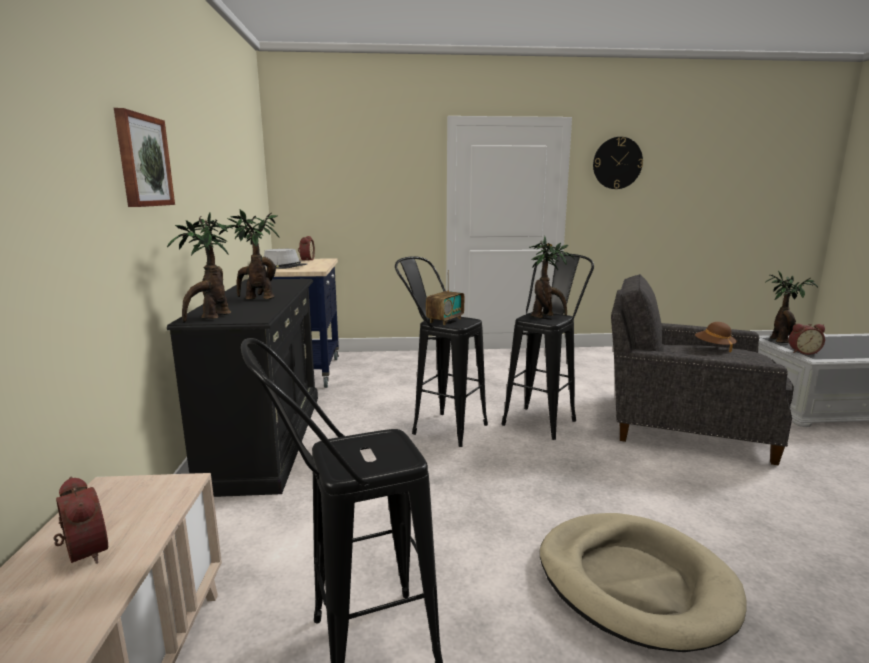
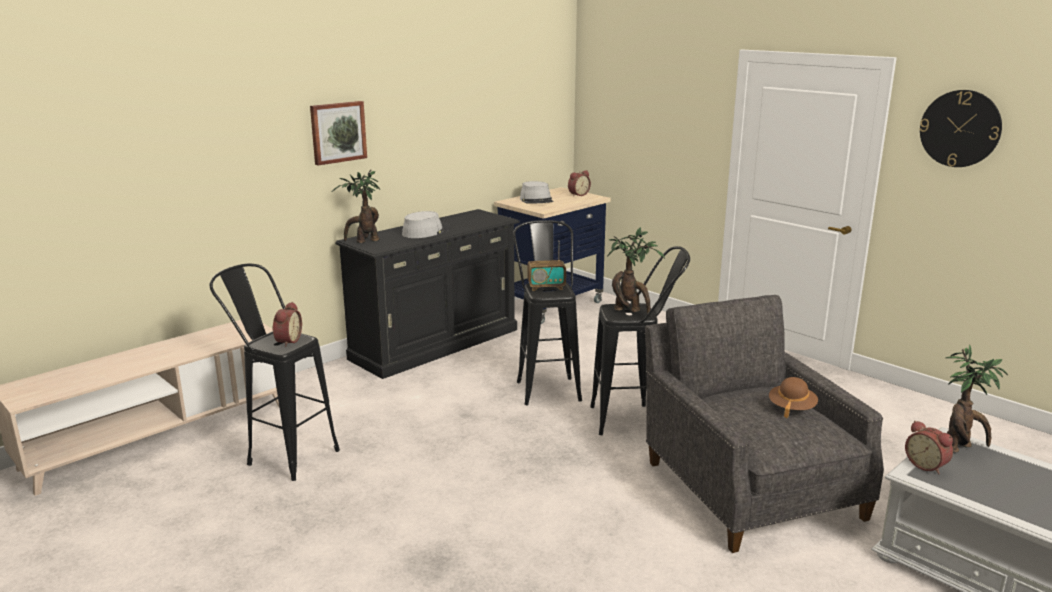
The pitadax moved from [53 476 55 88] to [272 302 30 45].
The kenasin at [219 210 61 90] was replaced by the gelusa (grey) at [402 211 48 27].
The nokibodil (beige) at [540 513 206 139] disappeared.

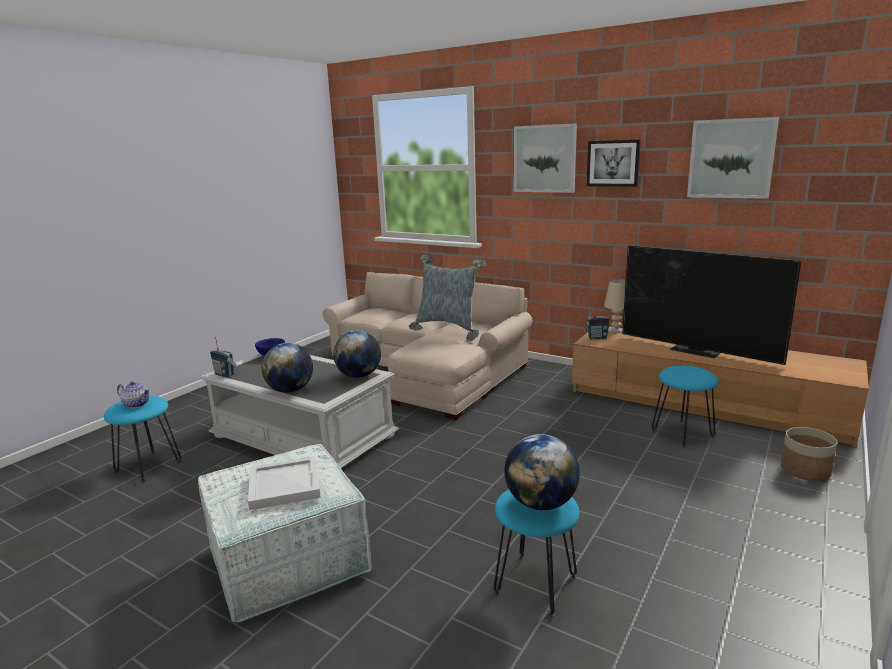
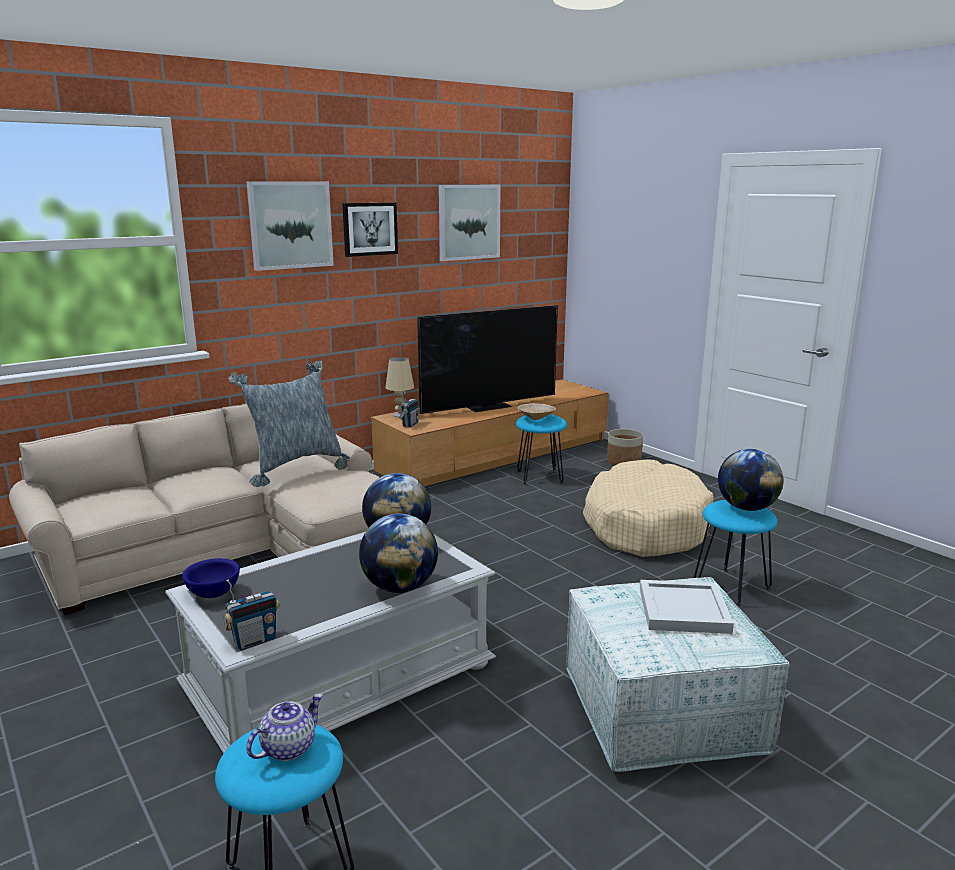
The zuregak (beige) at [517 403 39 17] appeared.
The nokibodil (beige) at [583 459 131 98] appeared.

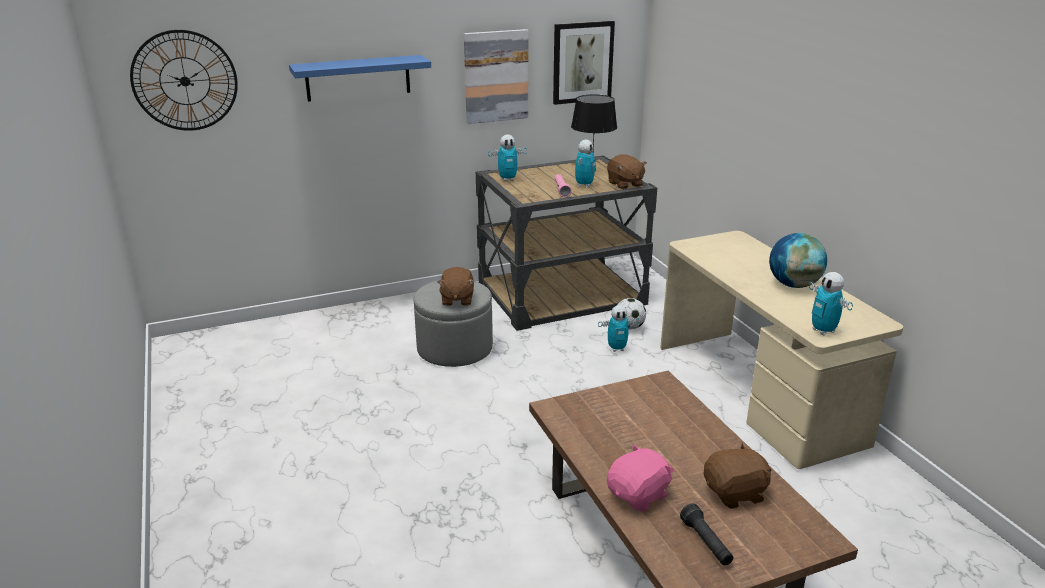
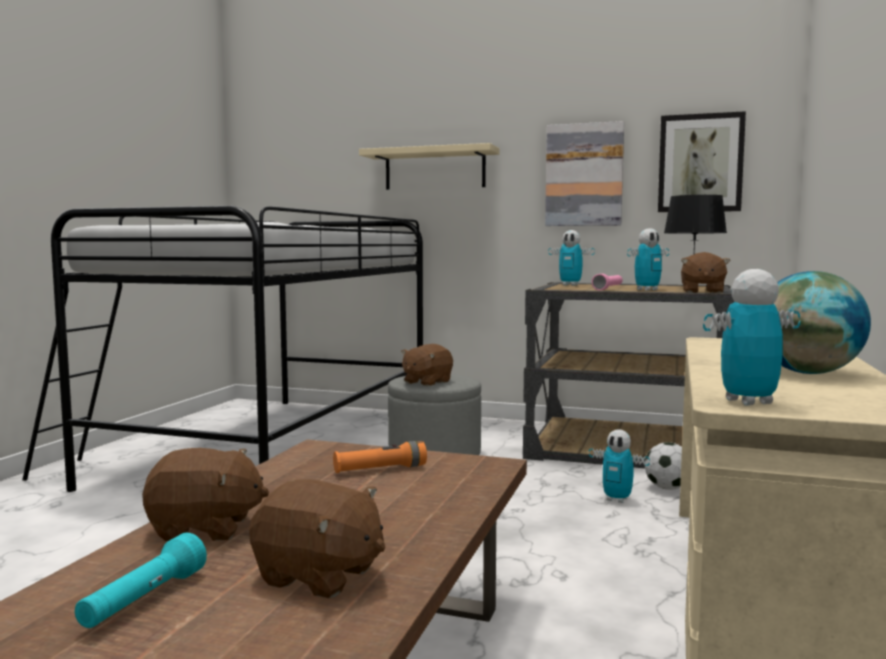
The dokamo at [130 30 108 101] disappeared.
The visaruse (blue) at [289 55 142 47] became the visaruse (beige) at [359 143 141 47].
The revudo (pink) at [607 444 67 68] became the revudo (brown) at [142 448 127 94].
The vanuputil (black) at [680 504 53 61] became the vanuputil (turquoise) at [75 533 132 95].
The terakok at [809 272 44 63] turned 60 degrees clockwise.
The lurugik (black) at [22 206 401 286] appeared.
The vanuputil (orange) at [333 441 94 32] appeared.

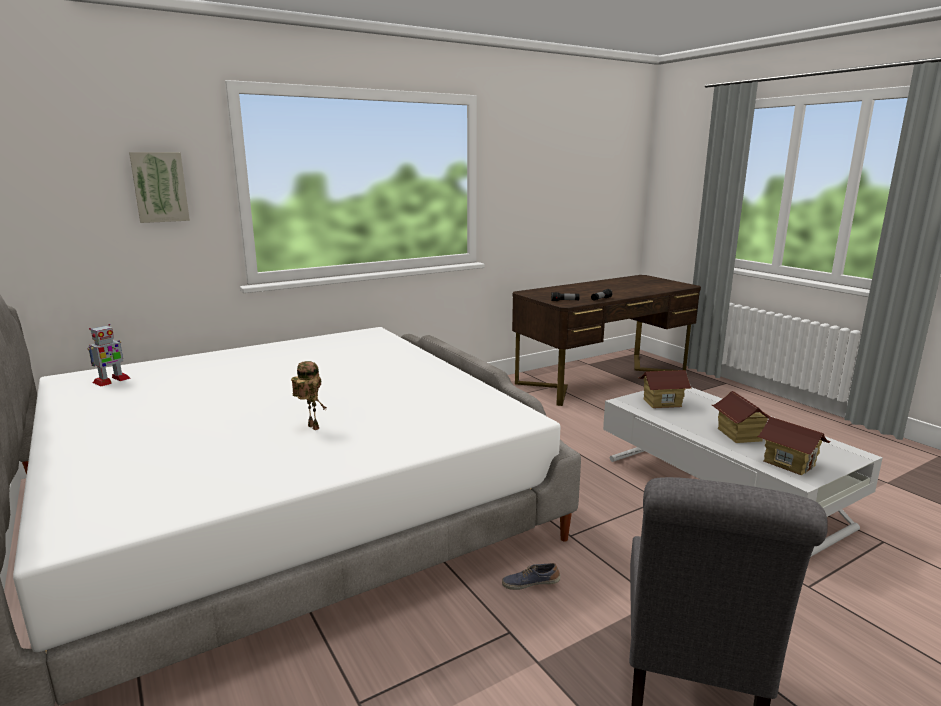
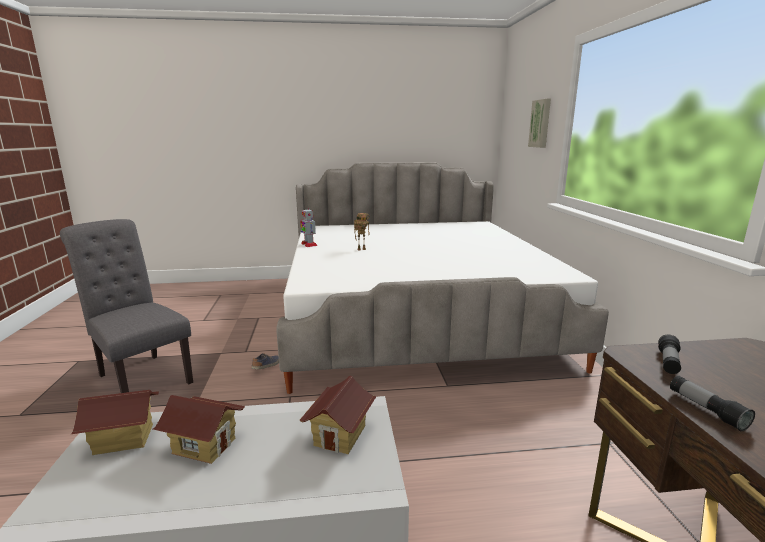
The terakok moved from [88 324 43 63] to [300 210 18 37].

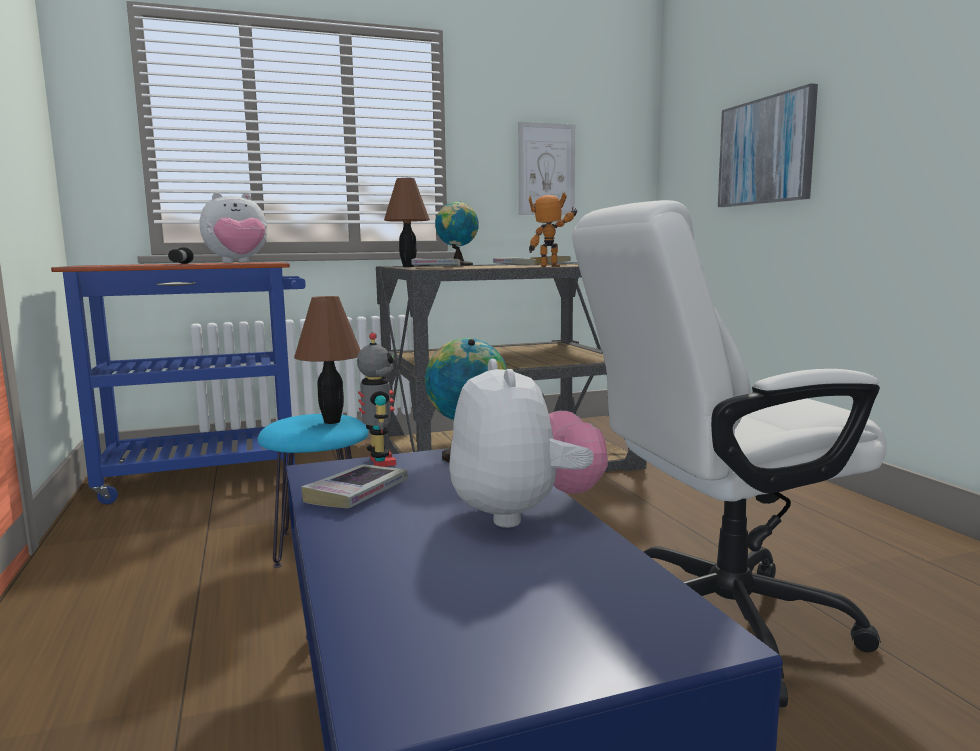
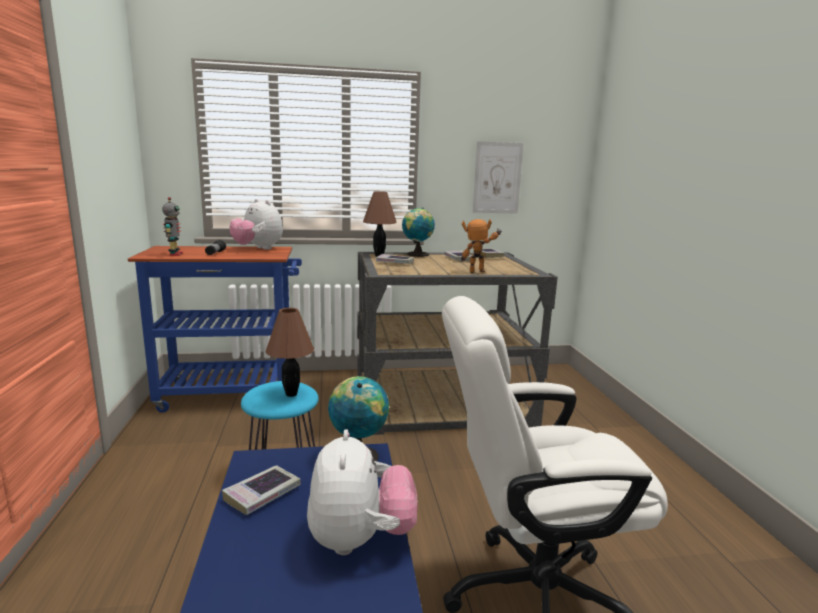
The revudo at [200 192 67 71] turned 60 degrees clockwise.
The terakok moved from [357 333 39 134] to [162 197 21 59].
The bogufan at [718 83 100 124] disappeared.

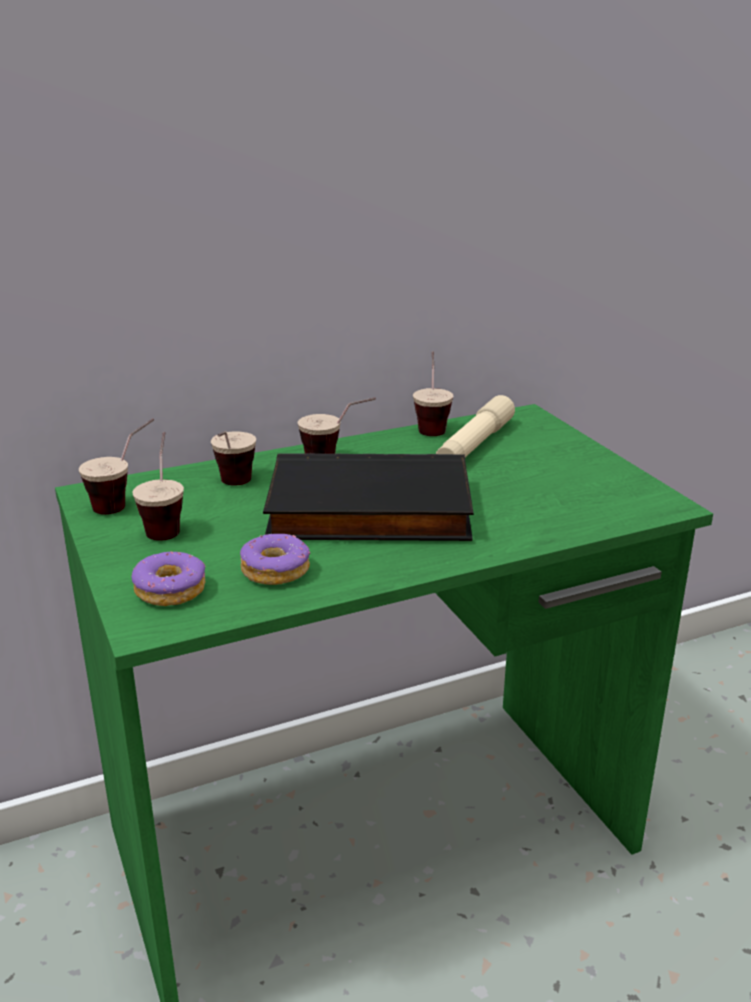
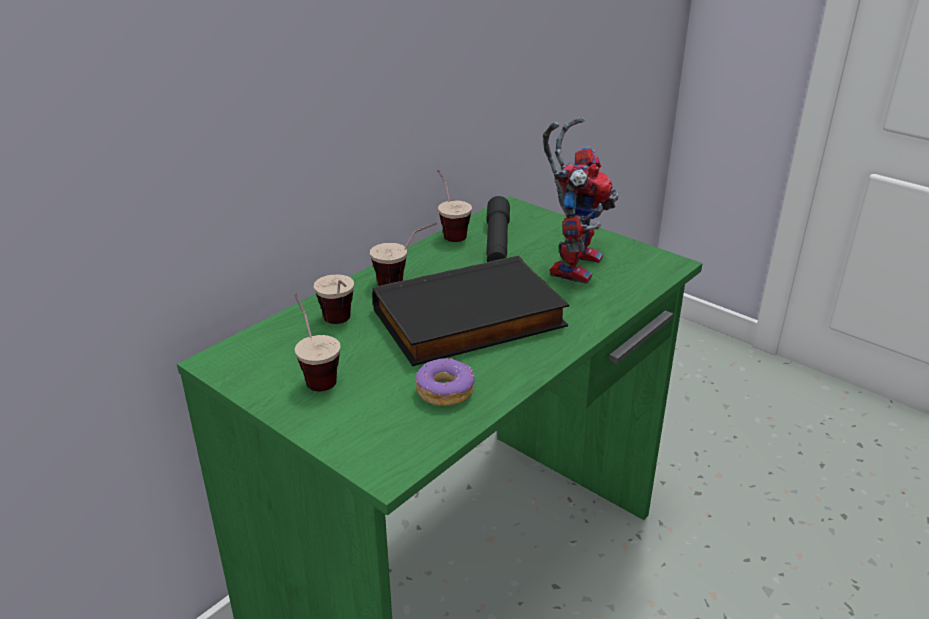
The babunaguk at [79 418 75 97] disappeared.
The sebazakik at [131 552 75 54] disappeared.
The vanuputil (beige) at [436 395 79 62] became the vanuputil (black) at [486 196 24 66].
The terakok at [543 117 75 167] appeared.

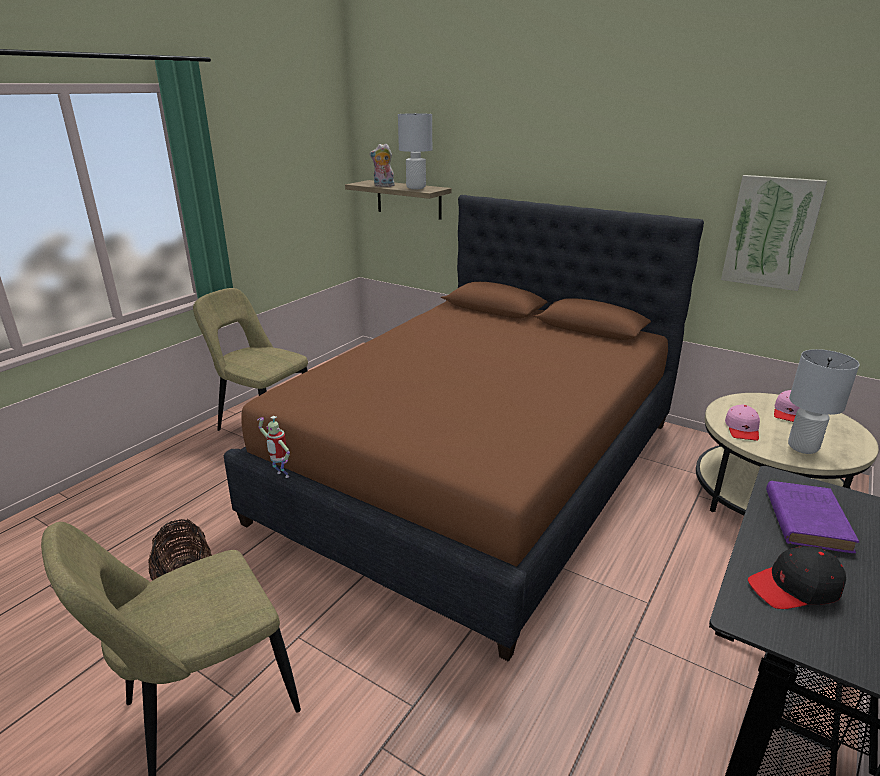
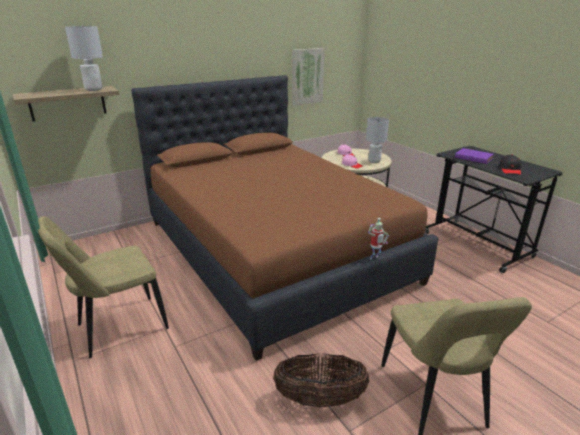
The terakok moved from [257 416 33 62] to [368 218 21 41].
The revudo at [369 144 26 43] disappeared.

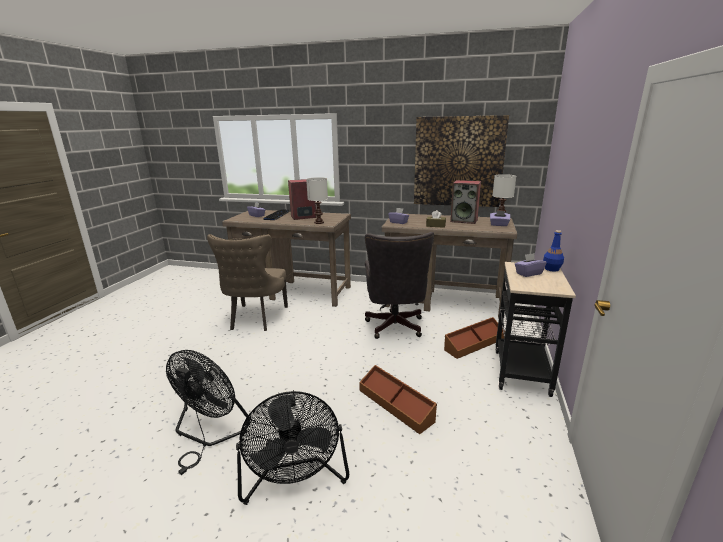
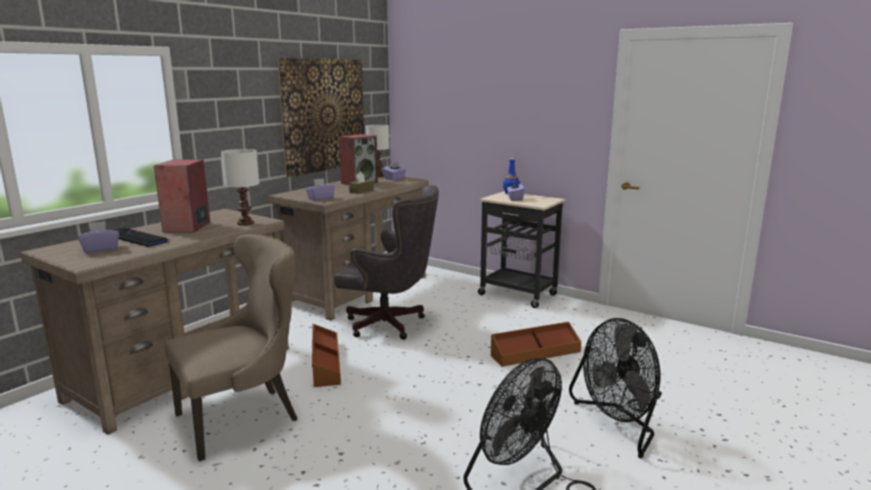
The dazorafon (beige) at [207 234 81 97] turned 60 degrees counterclockwise.
The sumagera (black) at [236 390 113 115] turned 150 degrees clockwise.
The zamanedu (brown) moved from [444 317 61 42] to [312 324 29 63].

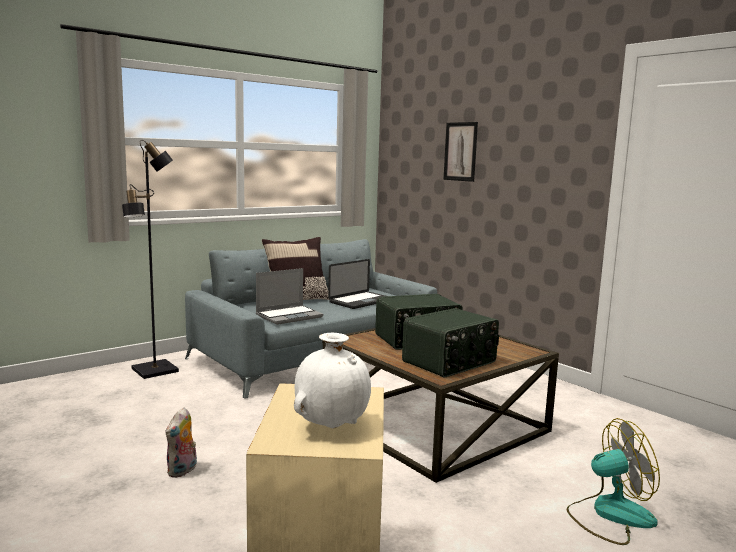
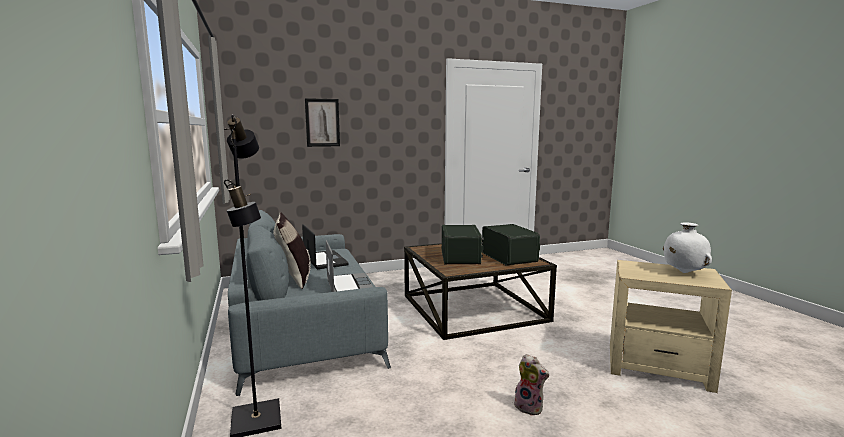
The sumagera at [566 418 94 127] disappeared.

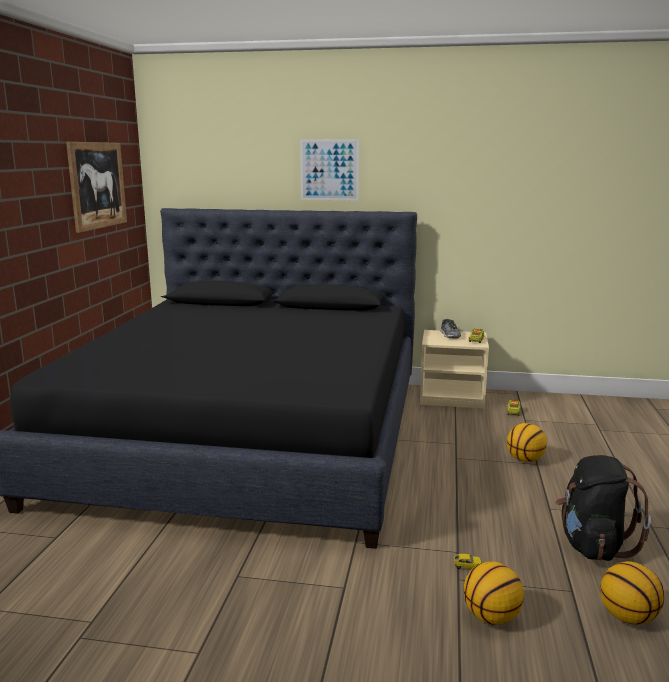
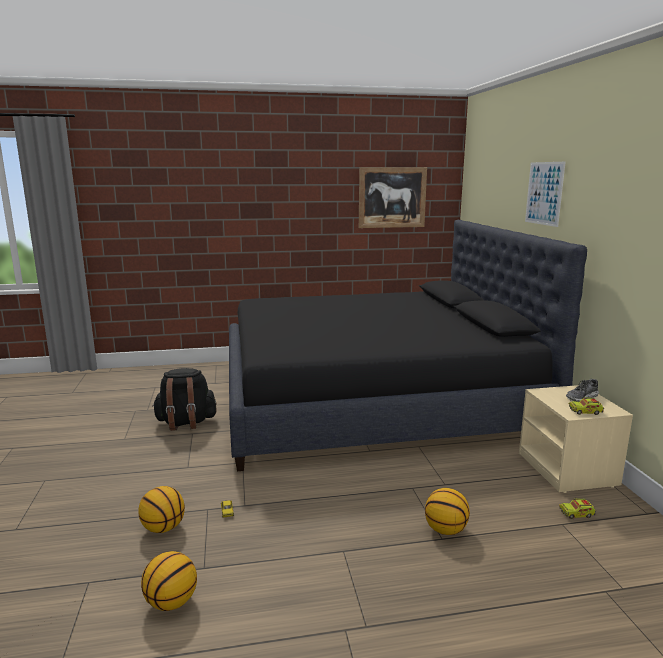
The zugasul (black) moved from [556 455 95 106] to [152 368 65 63].

